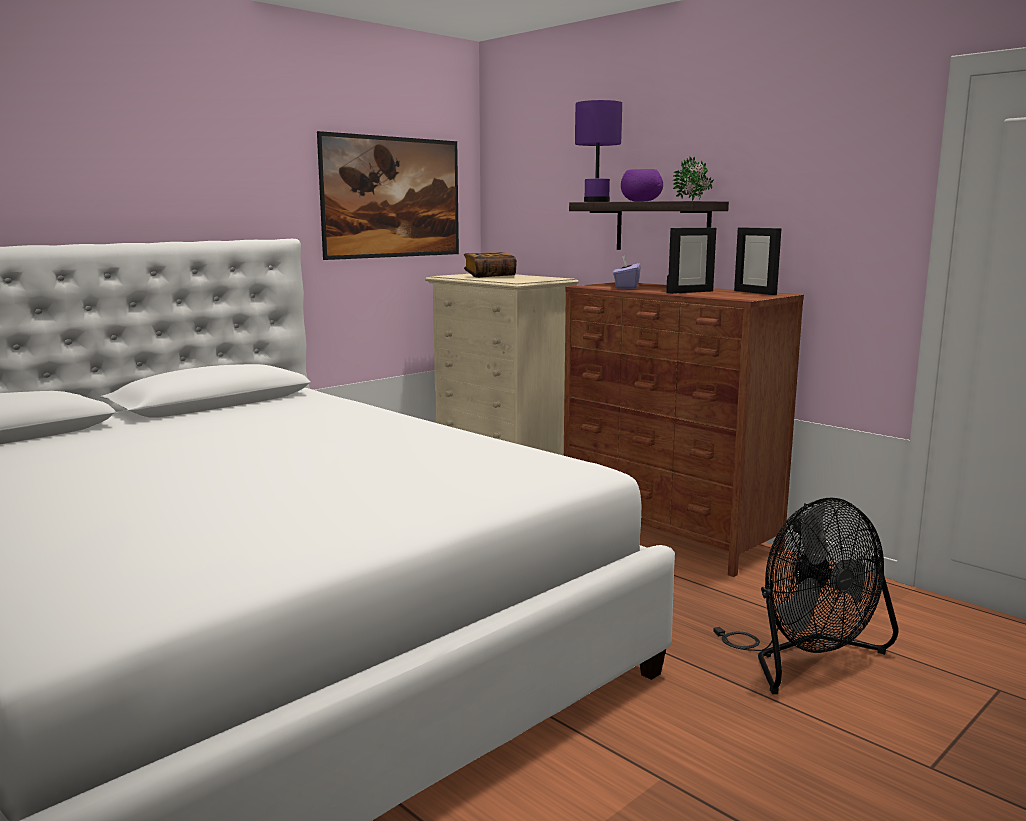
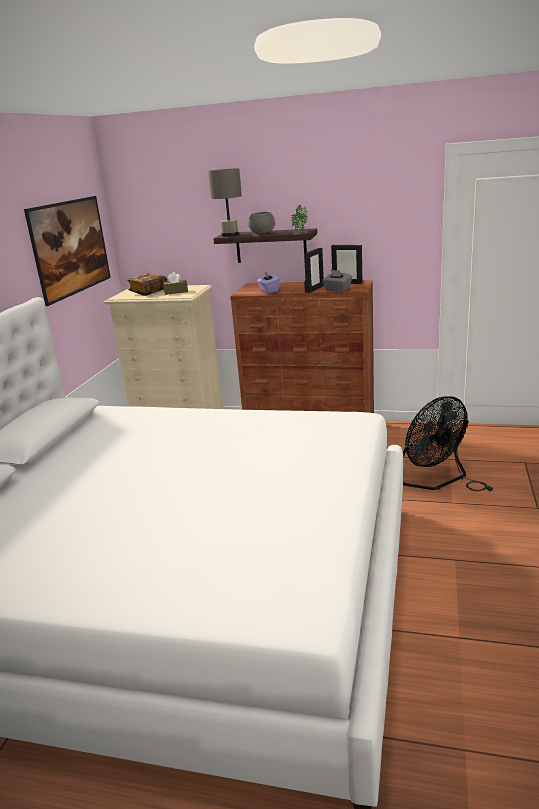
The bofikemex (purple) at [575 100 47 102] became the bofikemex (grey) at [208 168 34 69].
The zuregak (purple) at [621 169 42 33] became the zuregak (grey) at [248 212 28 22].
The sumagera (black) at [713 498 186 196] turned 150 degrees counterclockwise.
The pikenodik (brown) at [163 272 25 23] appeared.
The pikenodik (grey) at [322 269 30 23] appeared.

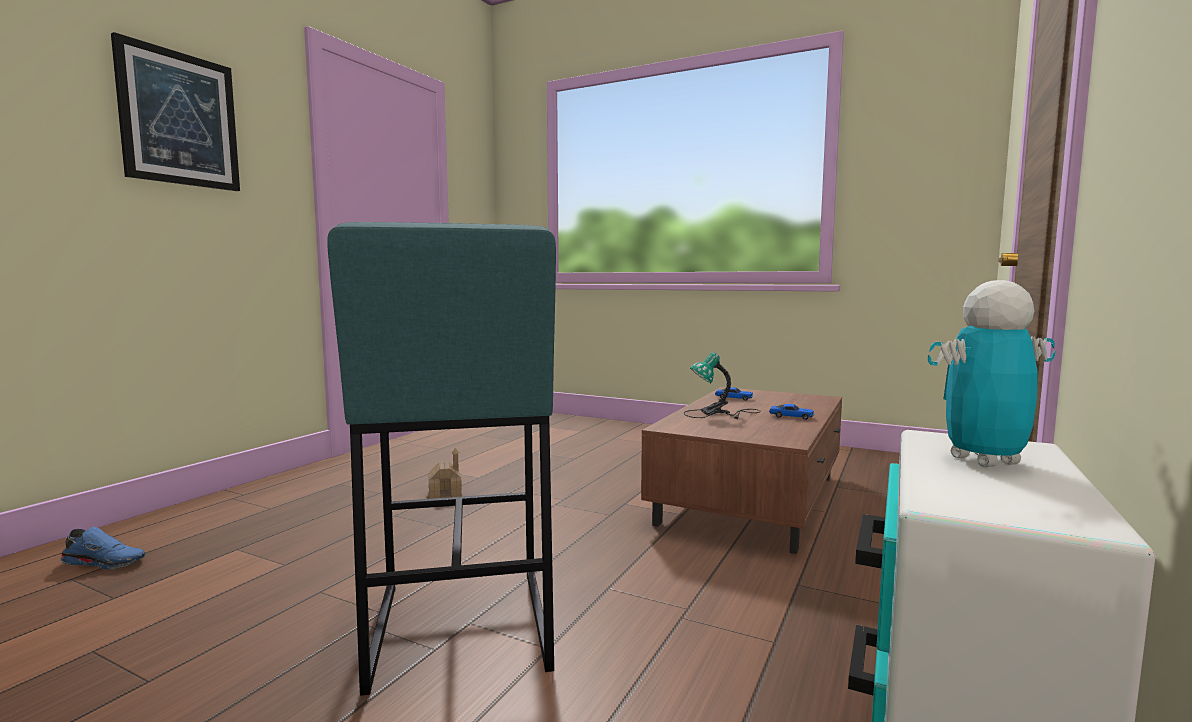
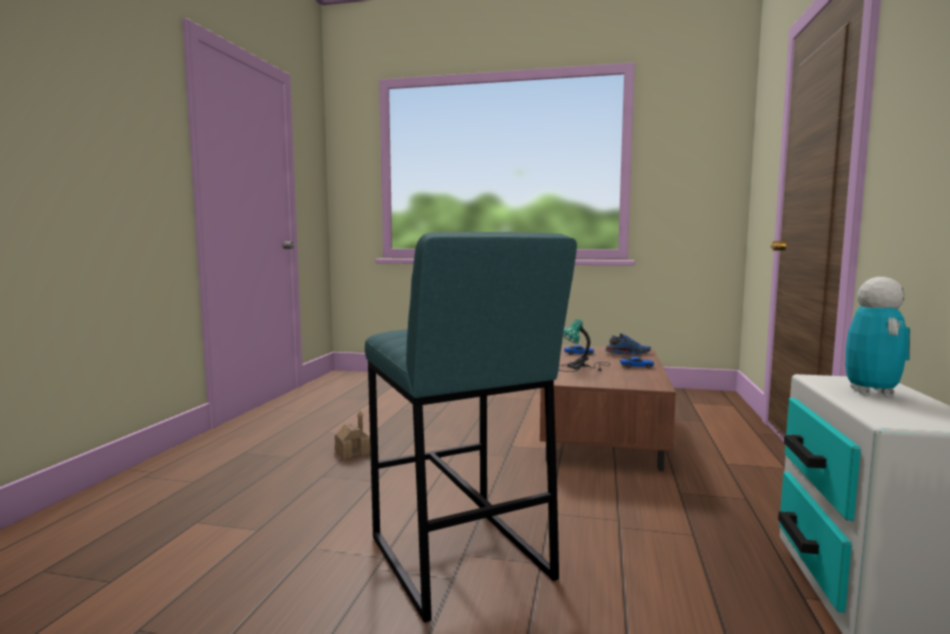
The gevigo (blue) moved from [61 527 84 43] to [605 333 46 22].
The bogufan at [111 32 129 159] disappeared.
The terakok at [928 280 127 187] turned 135 degrees clockwise.

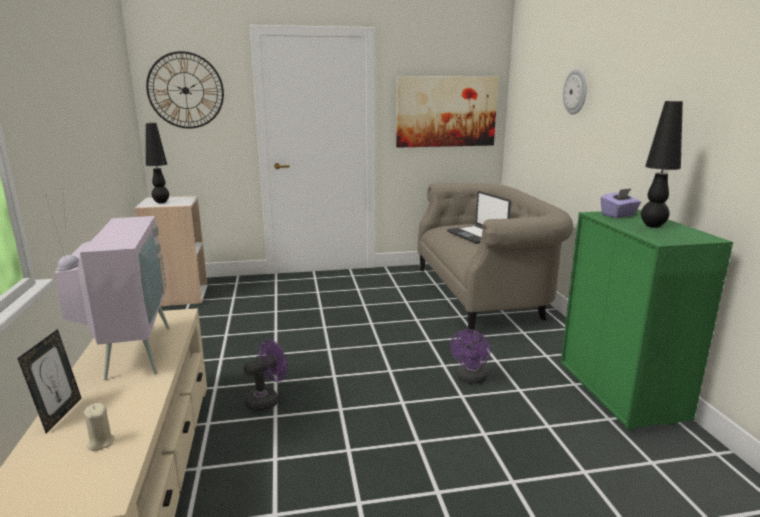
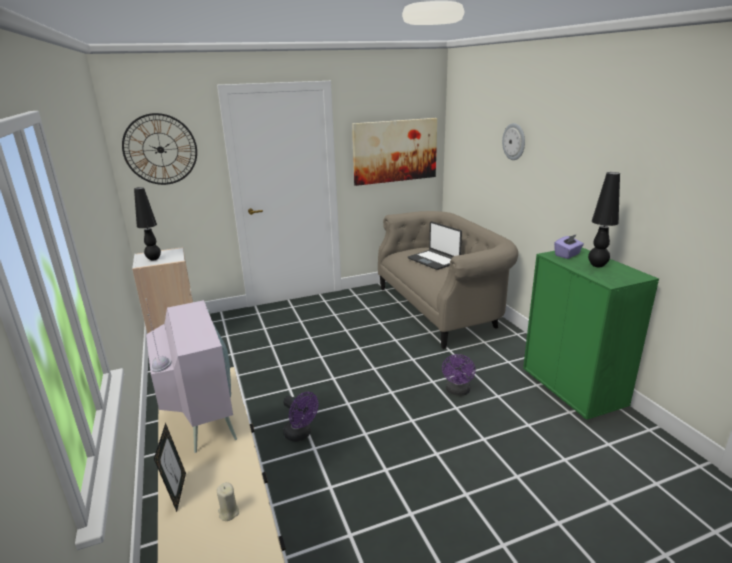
The sumagera (purple) at [244 340 43 72] turned 90 degrees clockwise.

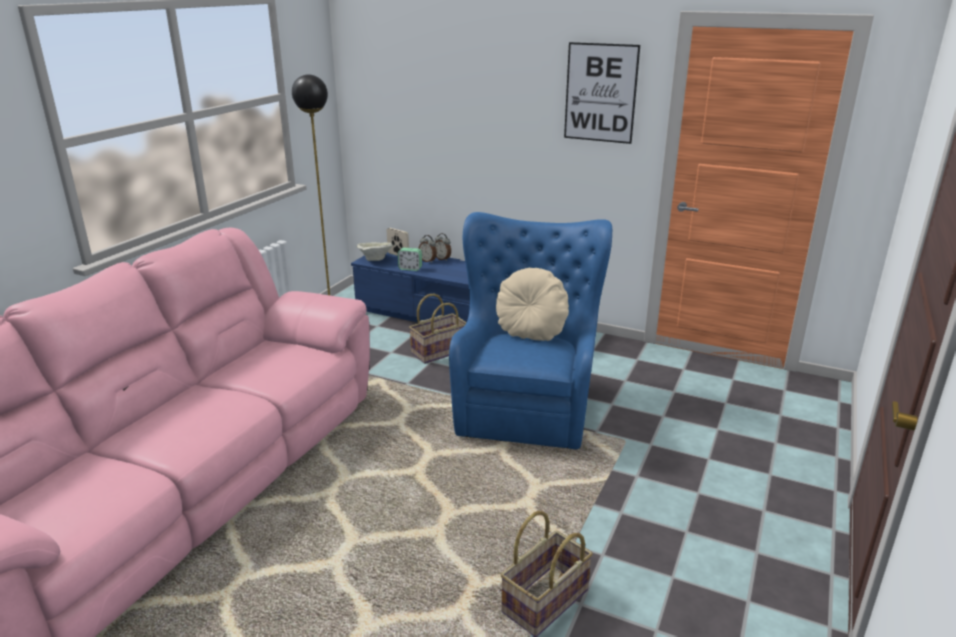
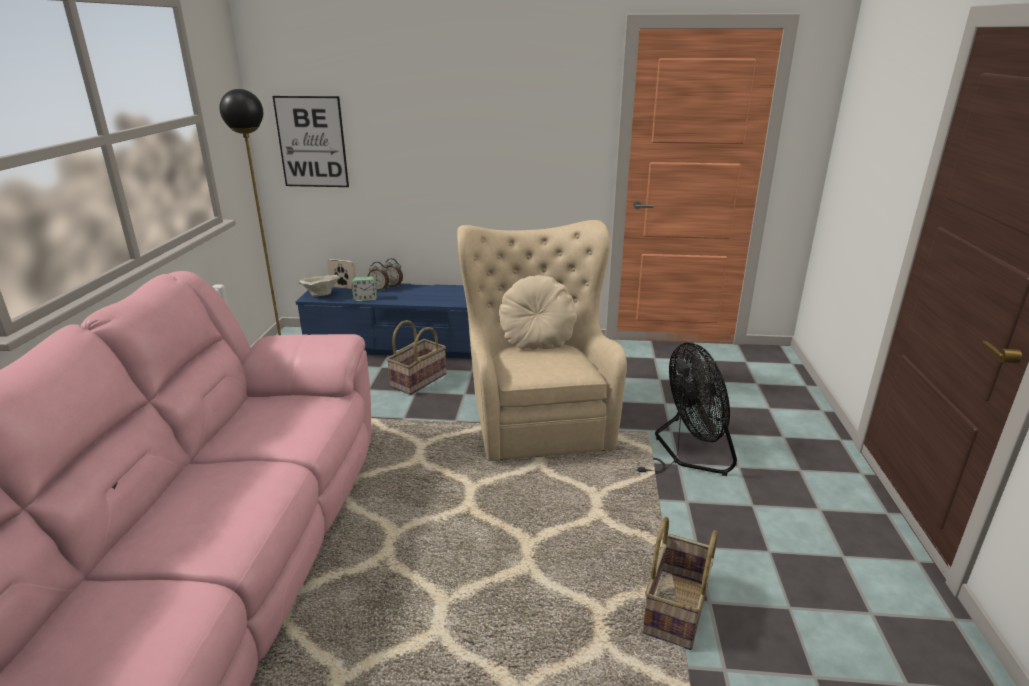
The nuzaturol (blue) at [449 212 163 237] became the nuzaturol (beige) at [457 220 170 241].
The bogufan moved from [564 42 76 102] to [273 96 76 91].
The sumagera (black) at [636 342 101 134] appeared.

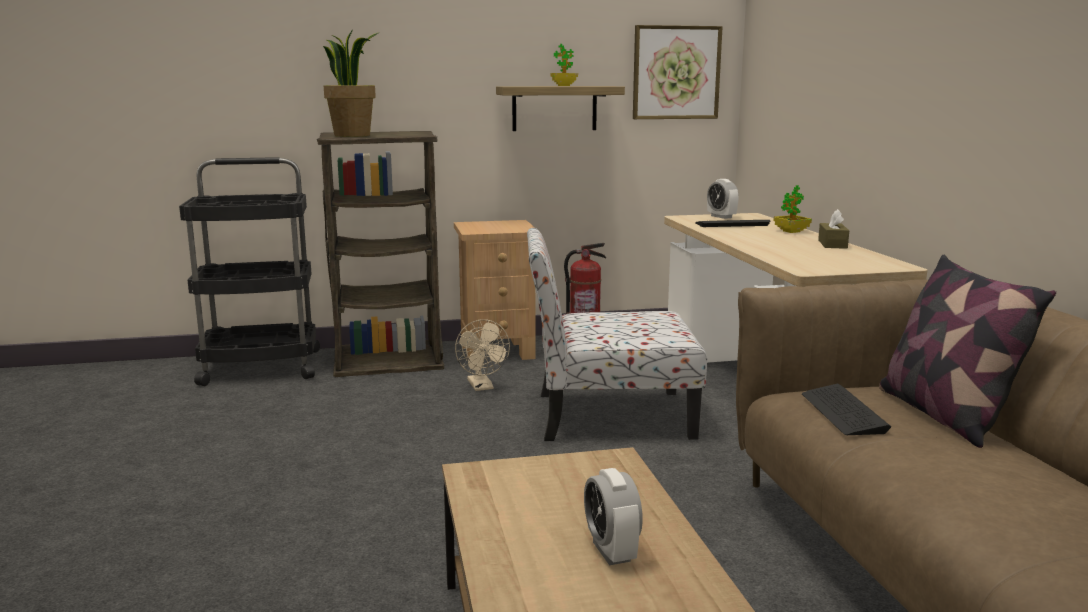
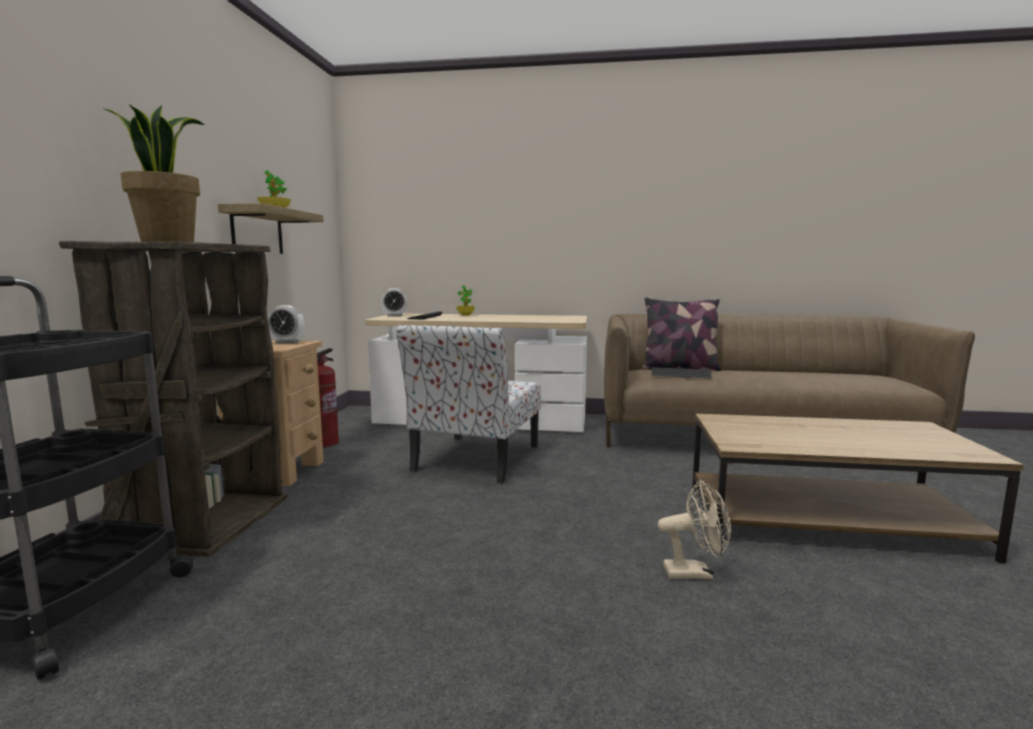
The sumagera (beige) moved from [455 319 55 72] to [658 480 73 100].
The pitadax moved from [584 468 59 97] to [268 305 37 38].
The bogufan at [633 25 90 94] disappeared.
The pikenodik (brown) at [818 209 31 40] disappeared.

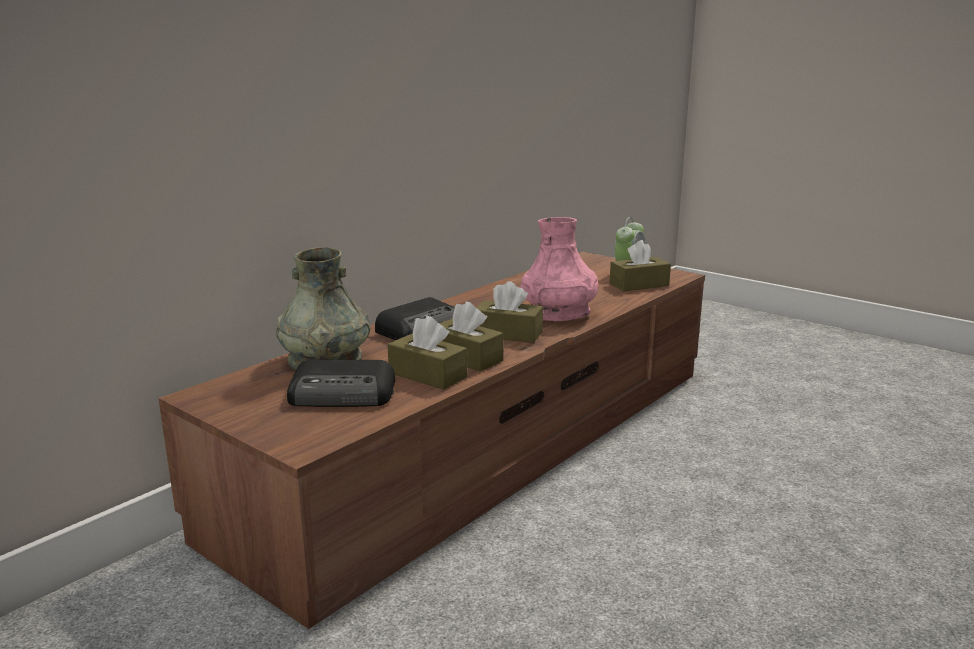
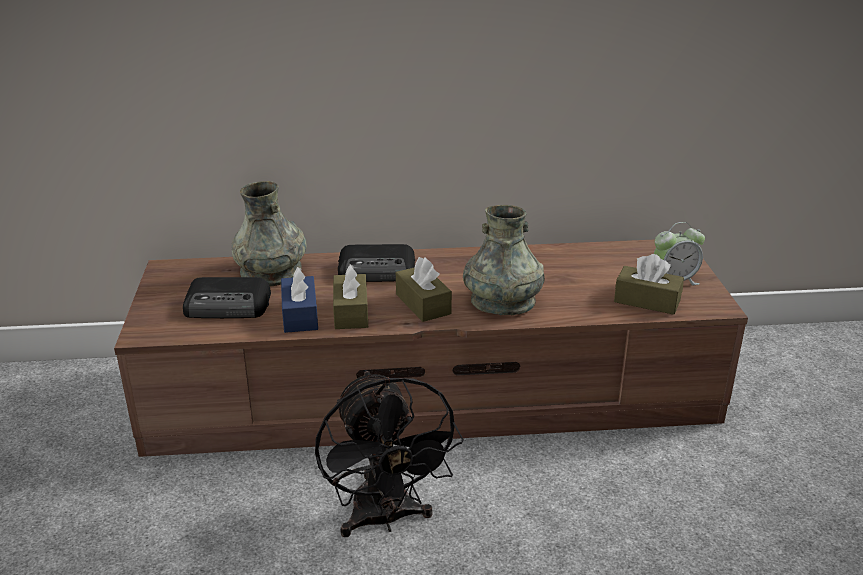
The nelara at [287 360 108 47] turned 45 degrees counterclockwise.
The pikenodik (brown) at [388 316 79 74] became the pikenodik (blue) at [281 267 37 66].
The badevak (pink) at [520 217 79 104] became the badevak (grey) at [463 205 82 110].
The sumagera (black) at [315 370 149 167] appeared.

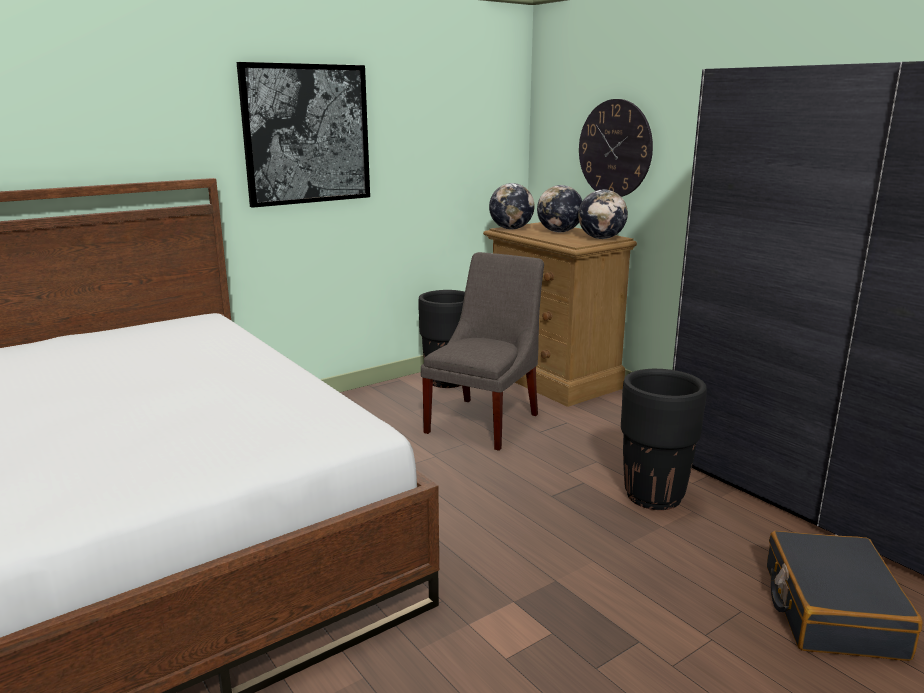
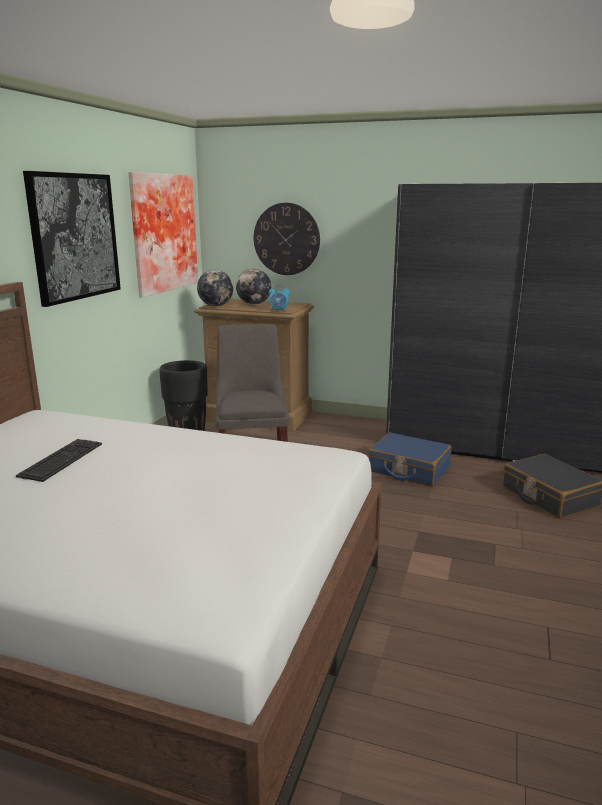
The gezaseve at [578 190 50 49] disappeared.
The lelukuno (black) at [621 369 86 141] was replaced by the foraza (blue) at [368 432 84 55].
The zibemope at [16 439 86 43] appeared.
The bogufan at [128 172 70 126] appeared.
The pitadax at [269 285 21 26] appeared.

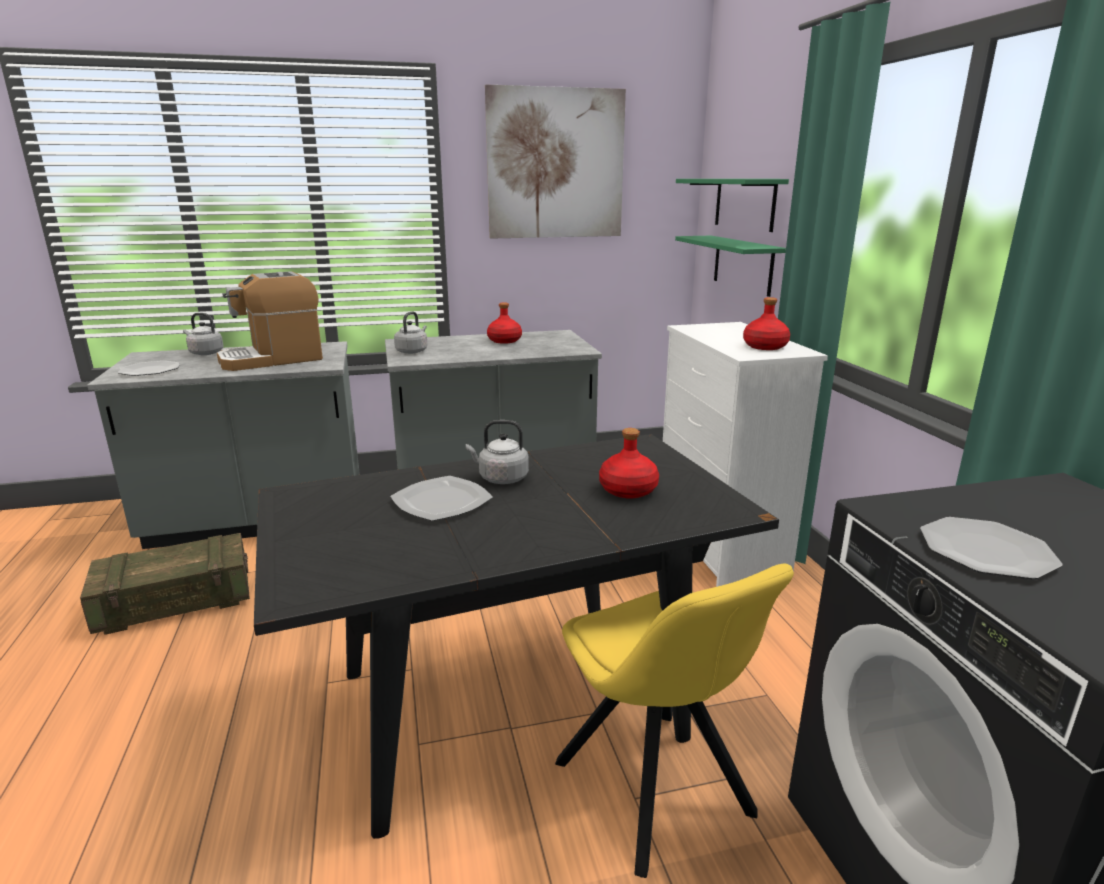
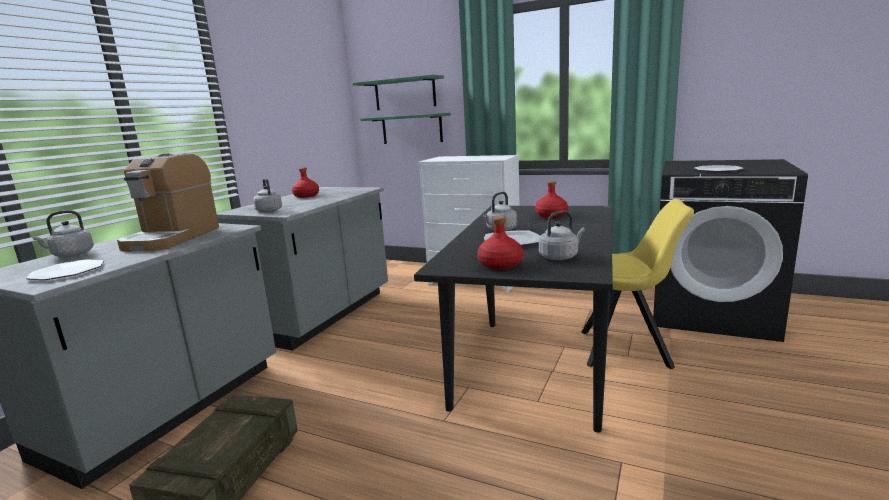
The bogufan at [485 85 141 154] disappeared.
The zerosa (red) moved from [743 297 47 53] to [477 216 46 54].
The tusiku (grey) at [539 211 46 49] appeared.

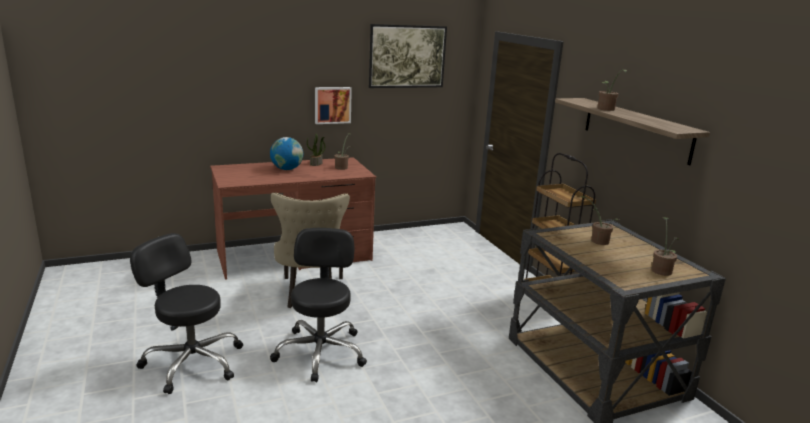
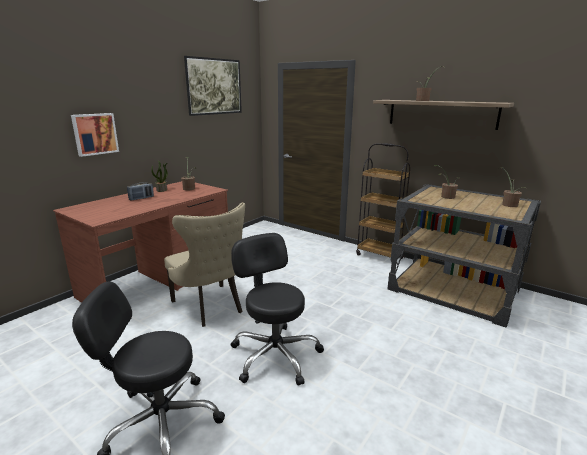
The gezaseve at [270 137 33 33] was replaced by the nelara at [127 182 27 19].
The bogufan moved from [315 87 37 37] to [71 113 48 44].

